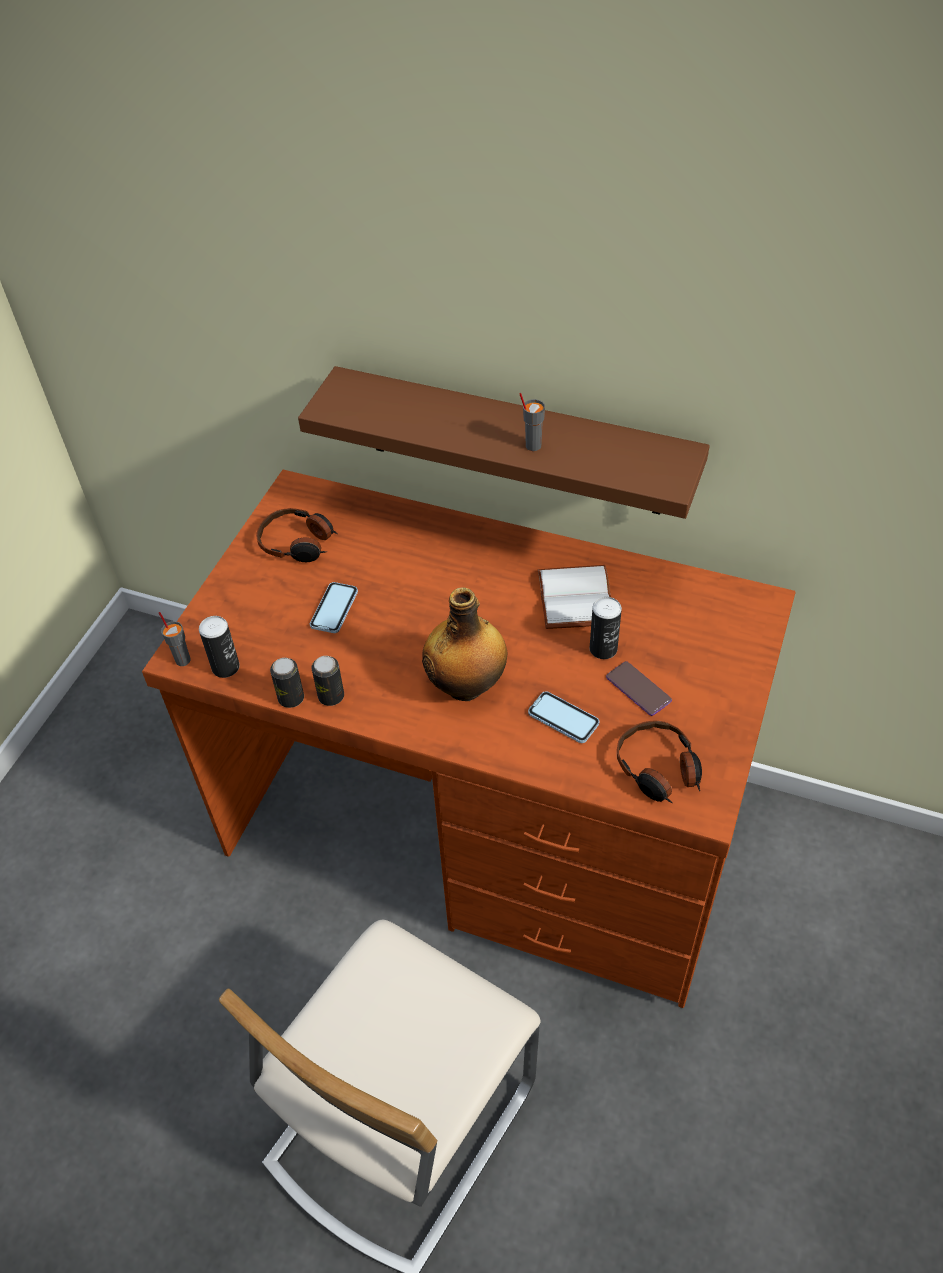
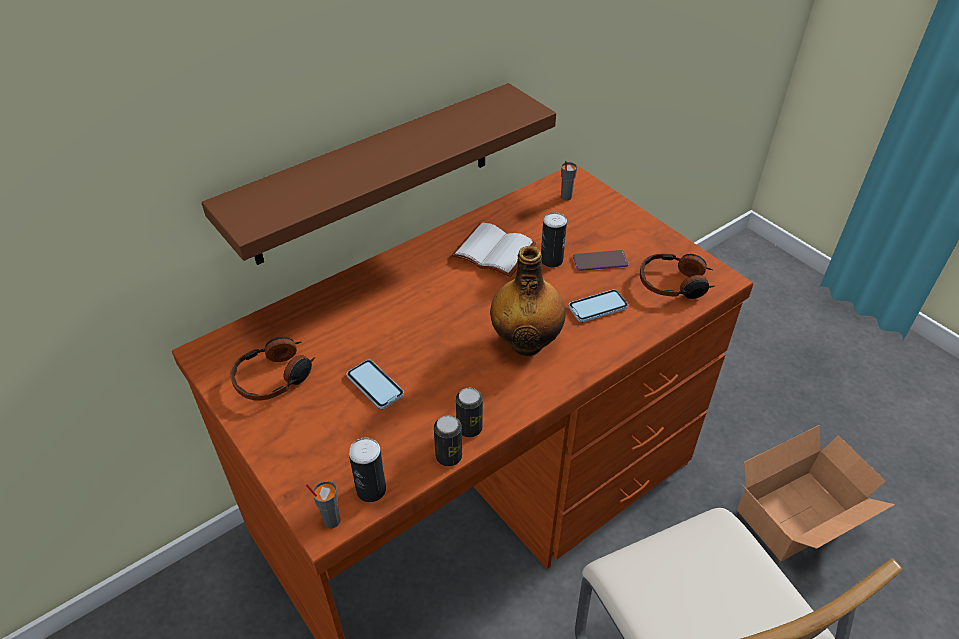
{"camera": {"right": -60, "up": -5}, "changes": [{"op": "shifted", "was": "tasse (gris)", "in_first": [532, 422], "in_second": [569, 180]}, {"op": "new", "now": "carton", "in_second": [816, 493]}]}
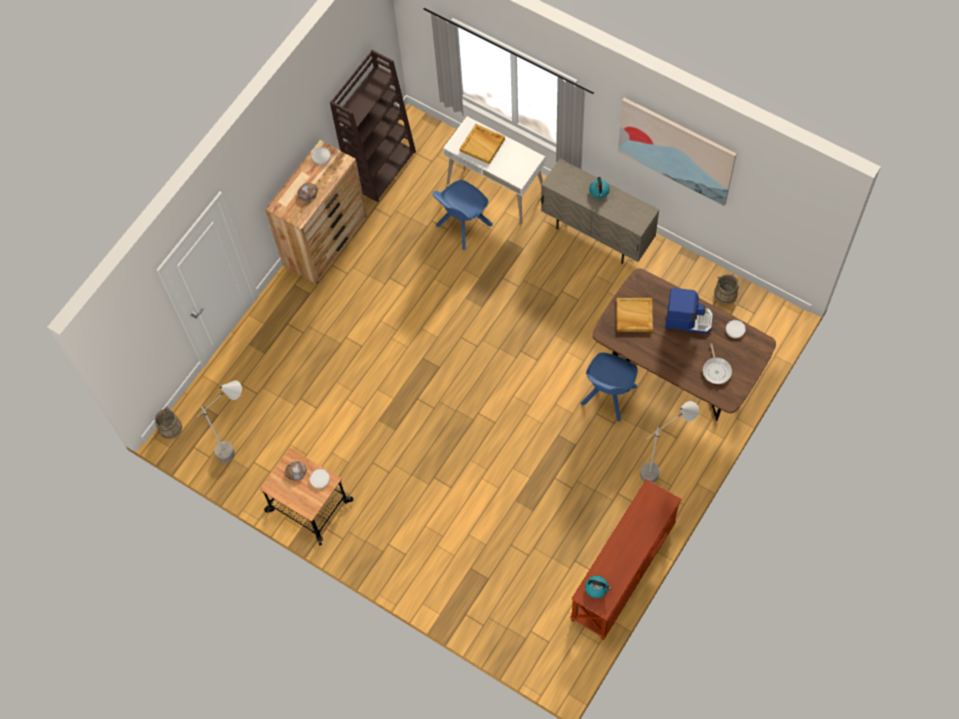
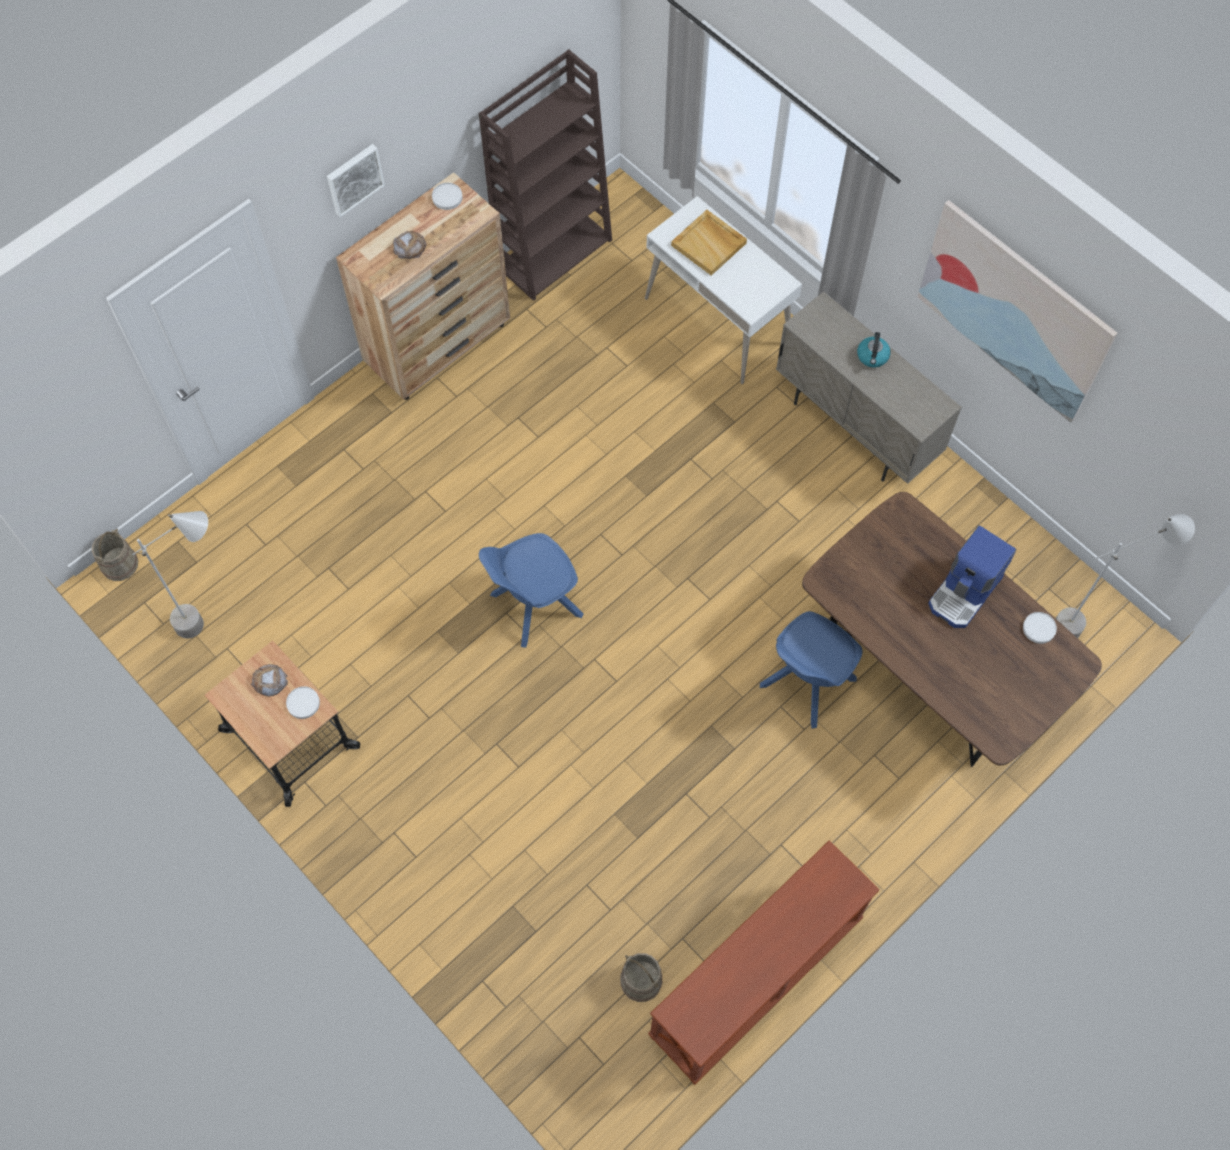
{"camera": {"right": 10, "up": 0}, "changes": [{"op": "shifted", "was": "chaise (bleu)", "in_first": [463, 215], "in_second": [531, 590]}, {"op": "shifted", "was": "seau (beige)", "in_first": [727, 289], "in_second": [641, 977]}, {"op": "rotated", "was": "machine à café", "in_first": [689, 311], "in_second": [972, 576], "clockwise": 105}, {"op": "gone", "was": "plateau (beige)", "in_first": [634, 315]}, {"op": "gone", "was": "poêle", "in_first": [717, 363]}, {"op": "shifted", "was": "lampadaire (gris)", "in_first": [669, 442], "in_second": [1125, 576]}, {"op": "gone", "was": "bouilloire", "in_first": [598, 587]}, {"op": "new", "now": "tableau", "in_second": [356, 181]}]}
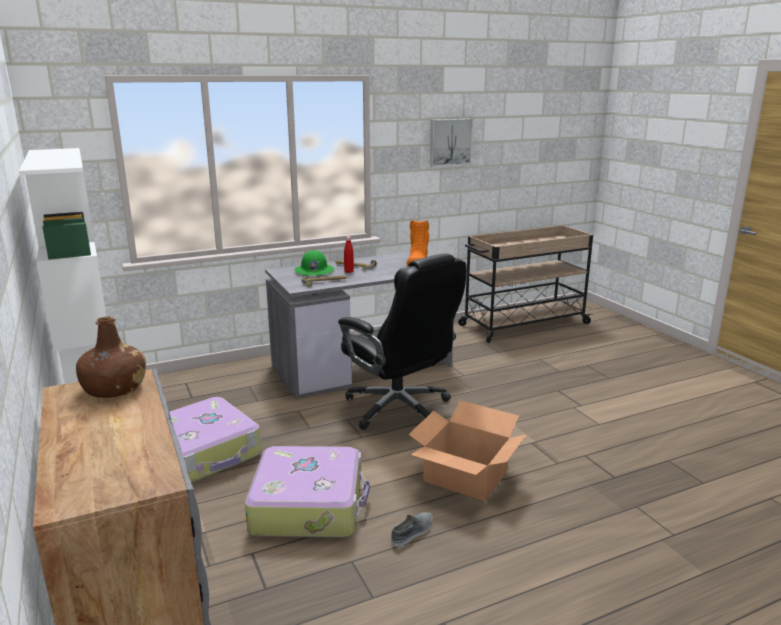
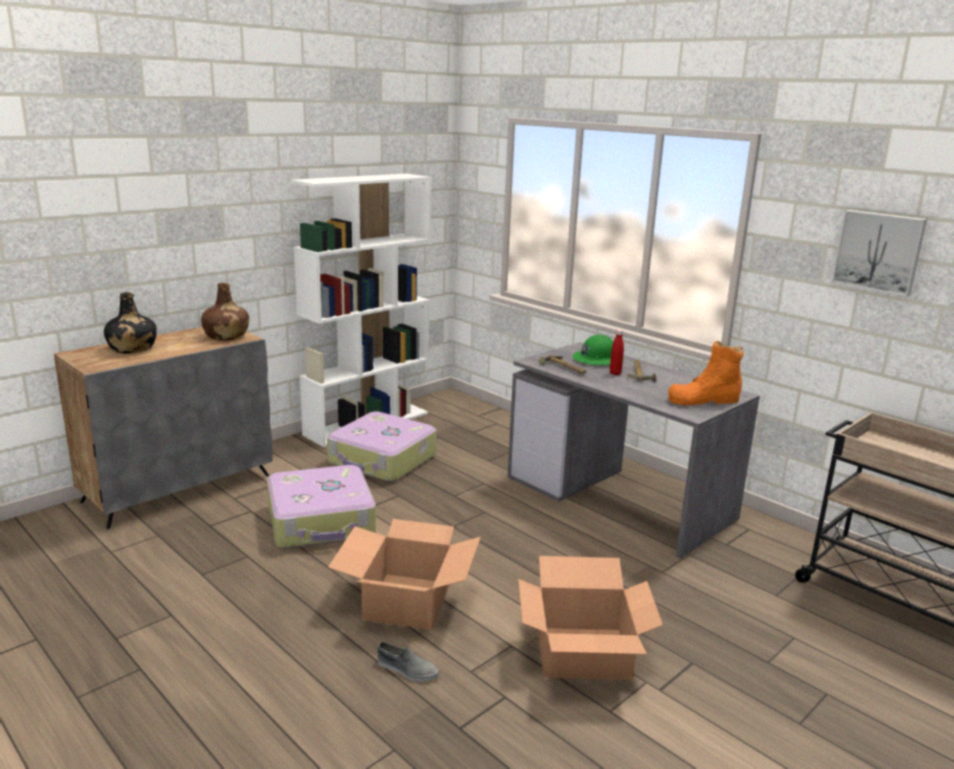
{"camera": {"right": 70, "up": 0}, "changes": [{"op": "gone", "was": "chaise de bureau (noir)", "in_first": [402, 341]}, {"op": "shifted", "was": "chaussure (gris)", "in_first": [412, 529], "in_second": [408, 662]}, {"op": "new", "now": "bouteille (noir)", "in_second": [130, 322]}, {"op": "new", "now": "carton", "in_second": [590, 618]}]}
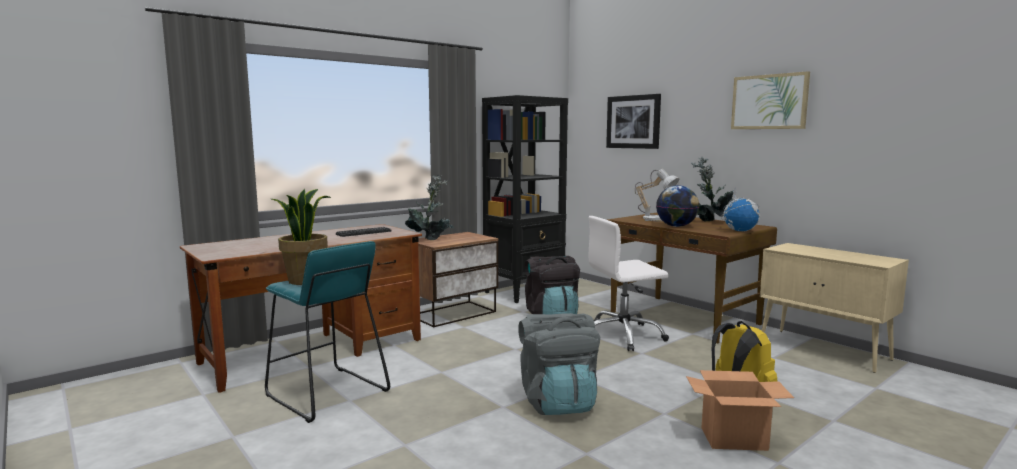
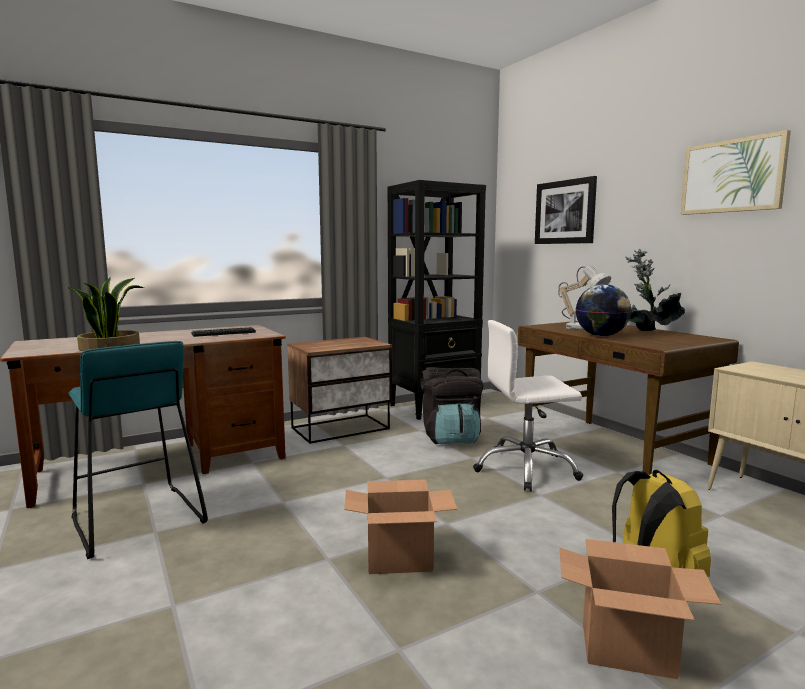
{"camera": {"right": 10, "up": 0}, "changes": [{"op": "gone", "was": "plante en pot", "in_first": [429, 207]}, {"op": "gone", "was": "globe", "in_first": [740, 209]}, {"op": "swapped", "was": "sac à dos (gris)", "now": "carton", "in_first": [559, 364], "in_second": [400, 527]}]}
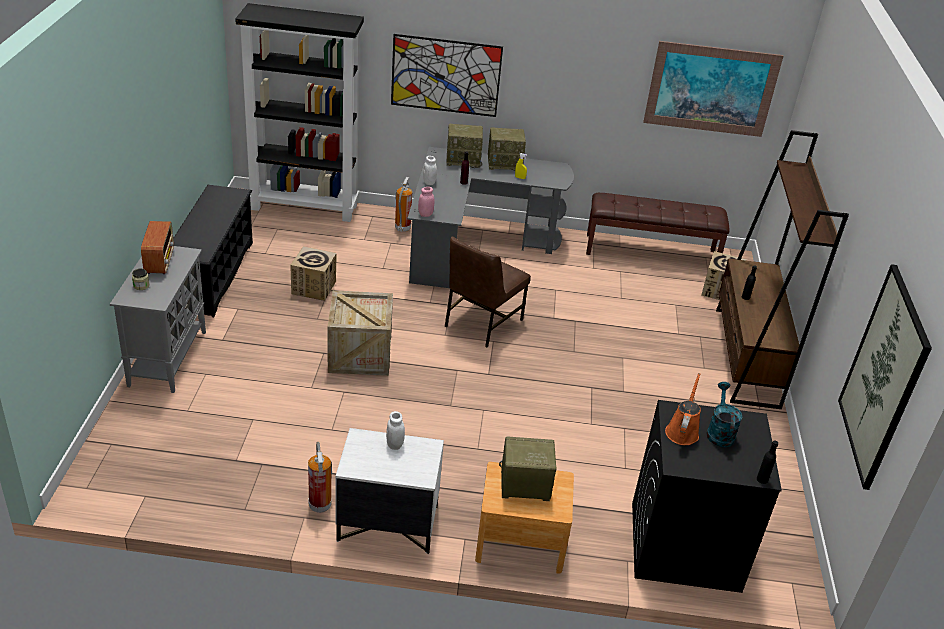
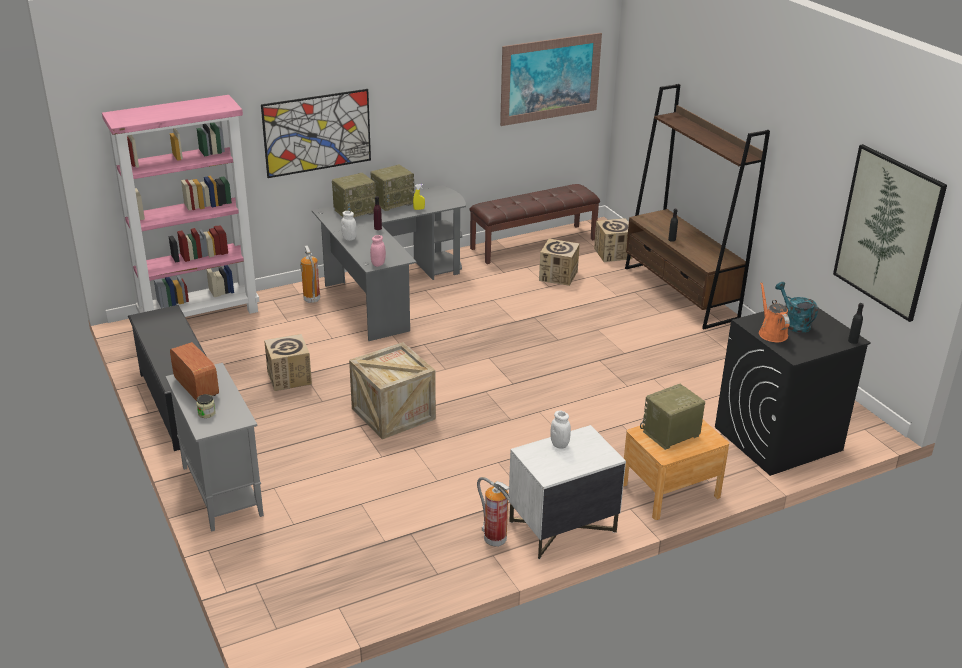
{"camera": {"right": -30, "up": -5}, "changes": [{"op": "repainted", "was": "bibliothèque (noir)", "now": "bibliothèque (rose)", "in_first": [299, 112], "in_second": [181, 206]}, {"op": "gone", "was": "chaise (marron)", "in_first": [487, 292]}, {"op": "new", "now": "carton", "in_second": [559, 262]}]}
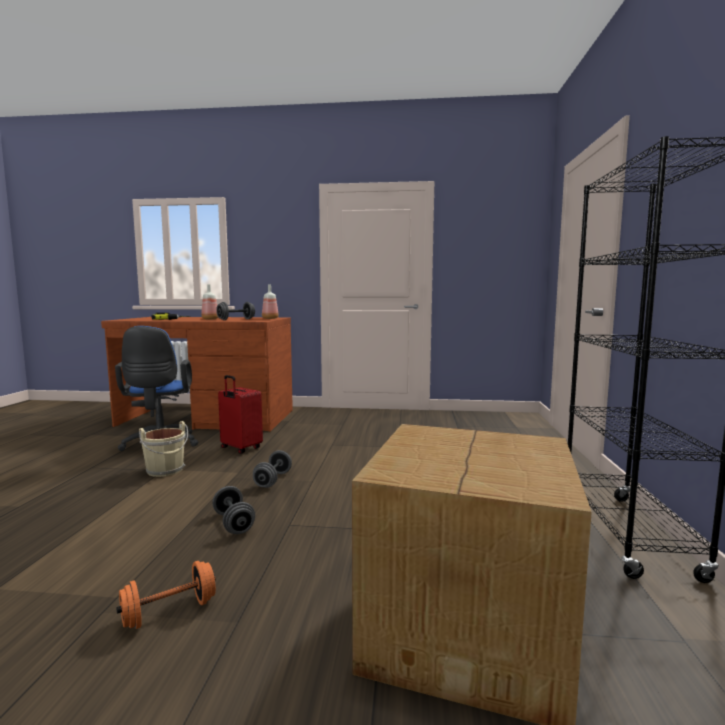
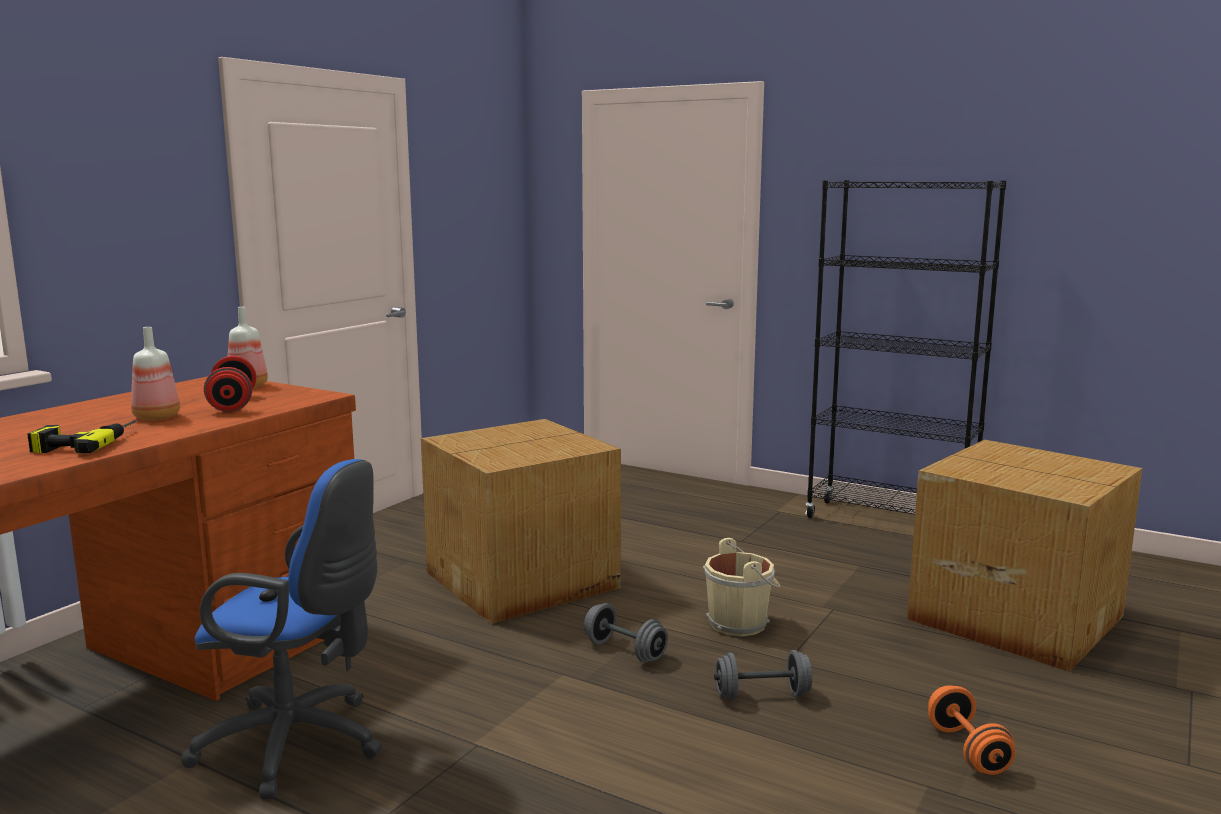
{"camera": {"right": -65, "up": 5}, "changes": [{"op": "repainted", "was": "haltère (gris)", "now": "haltère (rouge)", "in_first": [235, 311], "in_second": [230, 384]}, {"op": "gone", "was": "valise (rouge)", "in_first": [240, 414]}, {"op": "shifted", "was": "seau (beige)", "in_first": [163, 449], "in_second": [741, 587]}, {"op": "new", "now": "carton", "in_second": [521, 521]}]}
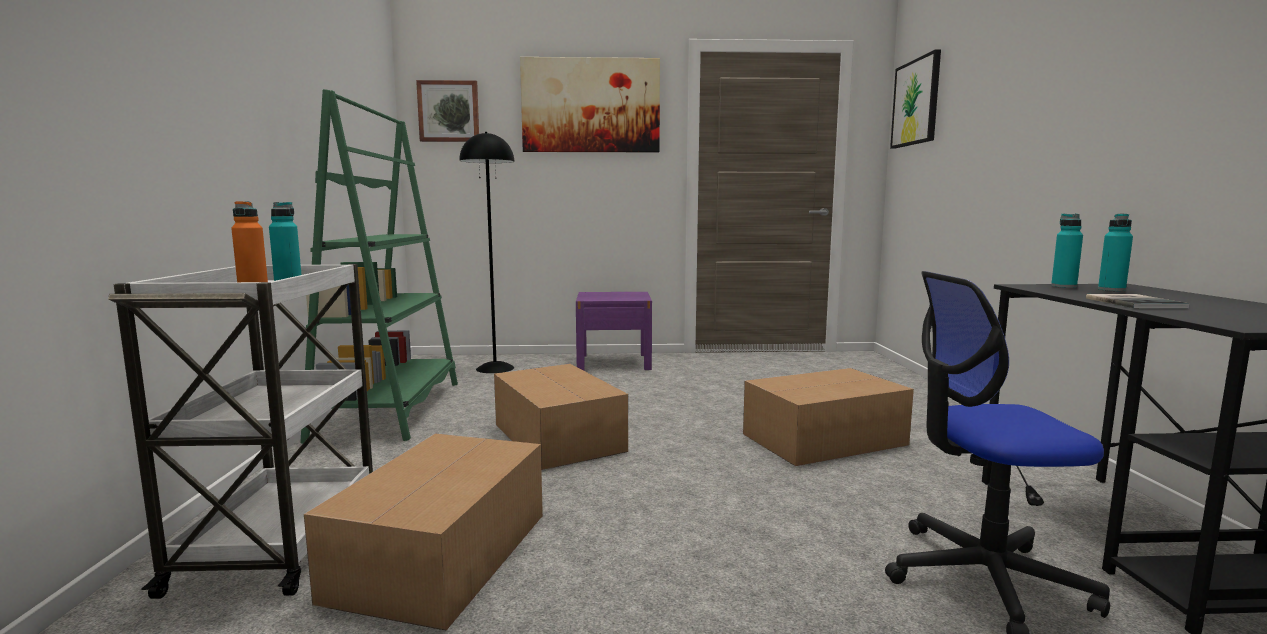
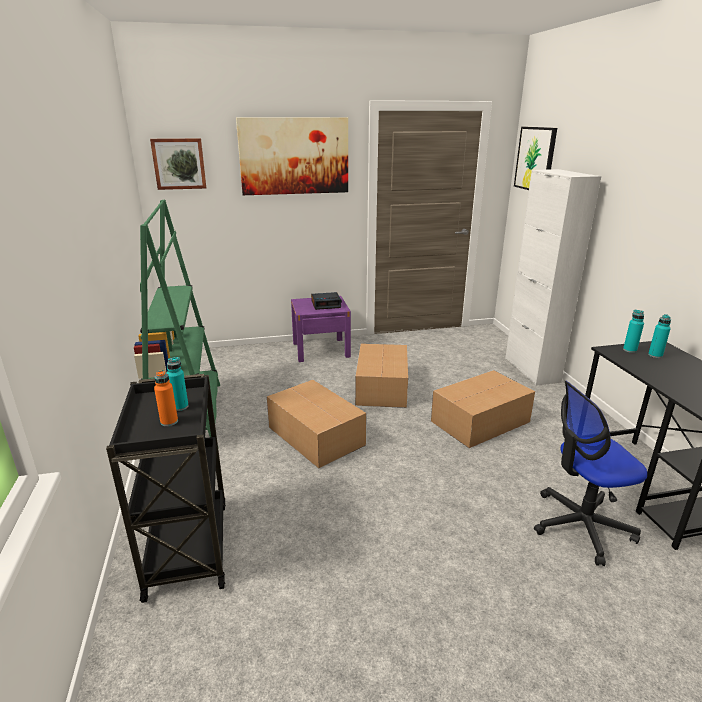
{"camera": {"right": -10, "up": 15}, "changes": [{"op": "gone", "was": "lampadaire (noir)", "in_first": [486, 252]}, {"op": "repainted", "was": "chariot (blanc)", "now": "chariot (noir)", "in_first": [240, 431], "in_second": [166, 488]}, {"op": "gone", "was": "livre", "in_first": [1137, 301]}, {"op": "shifted", "was": "carton", "in_first": [423, 531], "in_second": [381, 376]}, {"op": "new", "now": "meuble de rangement (blanc)", "in_second": [553, 277]}, {"op": "new", "now": "réveil", "in_second": [326, 301]}]}
